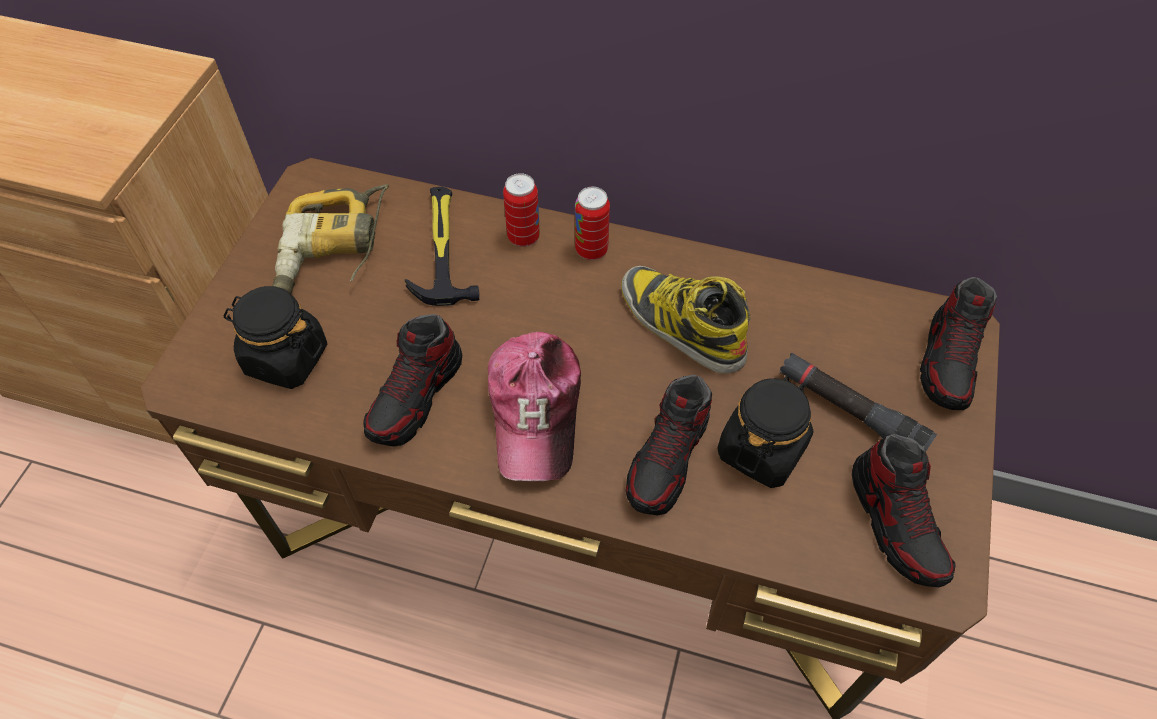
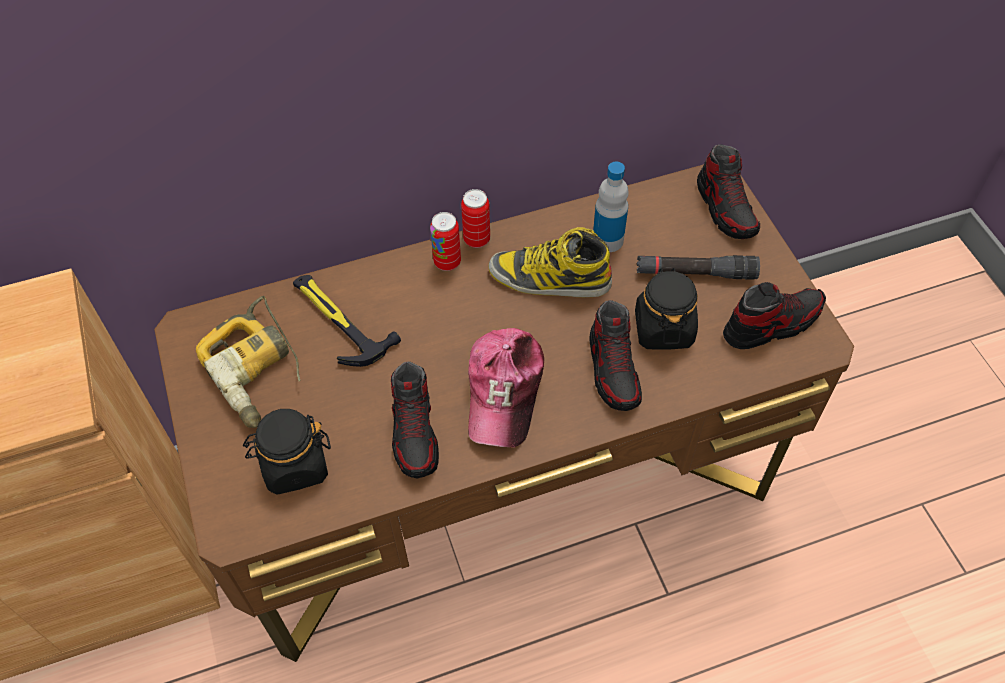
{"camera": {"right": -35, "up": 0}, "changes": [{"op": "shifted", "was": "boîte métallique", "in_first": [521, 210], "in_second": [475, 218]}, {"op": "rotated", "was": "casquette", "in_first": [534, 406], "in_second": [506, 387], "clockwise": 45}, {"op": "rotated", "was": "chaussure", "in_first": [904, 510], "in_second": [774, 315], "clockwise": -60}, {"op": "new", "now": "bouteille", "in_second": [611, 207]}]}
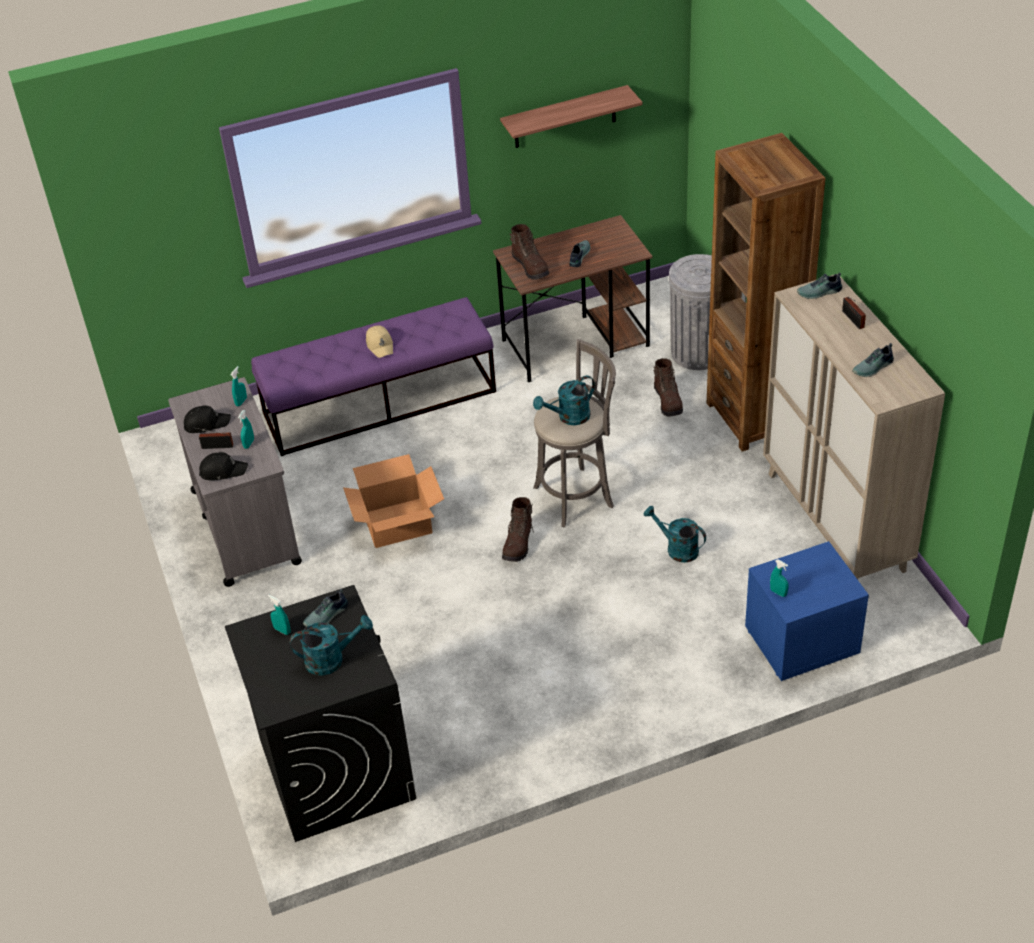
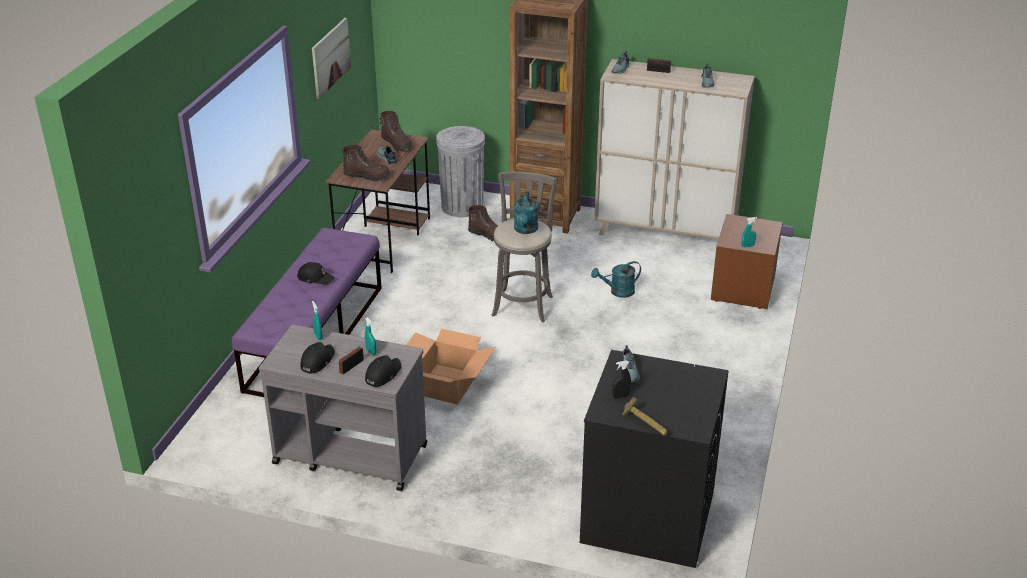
{"camera": {"right": -55, "up": -10}, "changes": [{"op": "swapped", "was": "étagère", "now": "tableau", "in_first": [571, 116], "in_second": [331, 58]}, {"op": "repainted", "was": "casquette (beige)", "now": "casquette (noir)", "in_first": [379, 341], "in_second": [316, 273]}, {"op": "shifted", "was": "botte (marron)", "in_first": [518, 529], "in_second": [396, 131]}, {"op": "repainted", "was": "table de chevet (bleu)", "now": "table de chevet (marron)", "in_first": [807, 611], "in_second": [747, 261]}, {"op": "repainted", "was": "vaporisateur (turquoise)", "now": "vaporisateur (noir)", "in_first": [279, 615], "in_second": [621, 379]}, {"op": "gone", "was": "arrosoir (turquoise)", "in_first": [331, 645]}, {"op": "new", "now": "marteau", "in_second": [645, 416]}]}
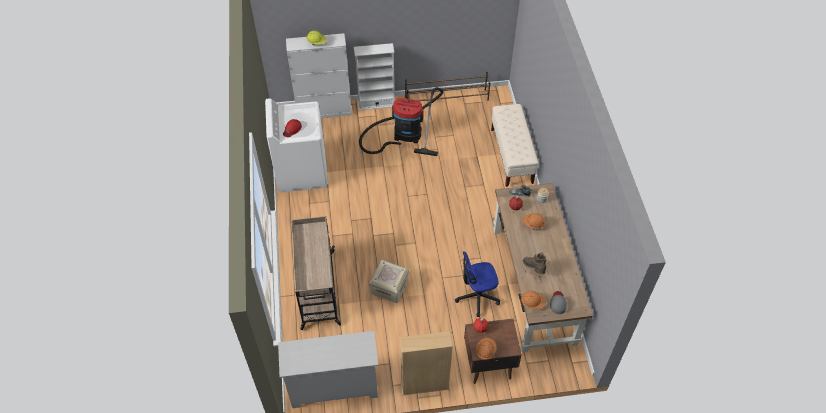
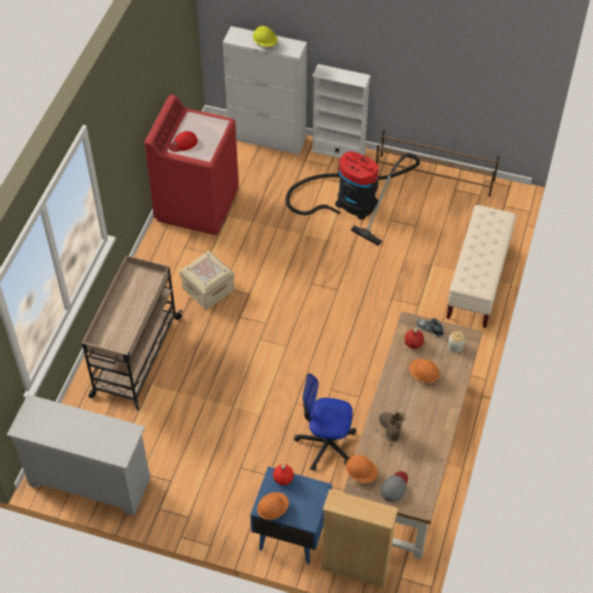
{"camera": {"right": 25, "up": 0}, "changes": [{"op": "repainted", "was": "lave-linge (blanc)", "now": "lave-linge (rouge)", "in_first": [296, 145], "in_second": [191, 165]}, {"op": "shifted", "was": "boîte de rangement (beige)", "in_first": [389, 281], "in_second": [207, 280]}, {"op": "repainted", "was": "table de chevet (marron)", "now": "table de chevet (bleu)", "in_first": [493, 351], "in_second": [291, 515]}, {"op": "shifted", "was": "bibliothèque (beige)", "in_first": [426, 363], "in_second": [360, 538]}]}
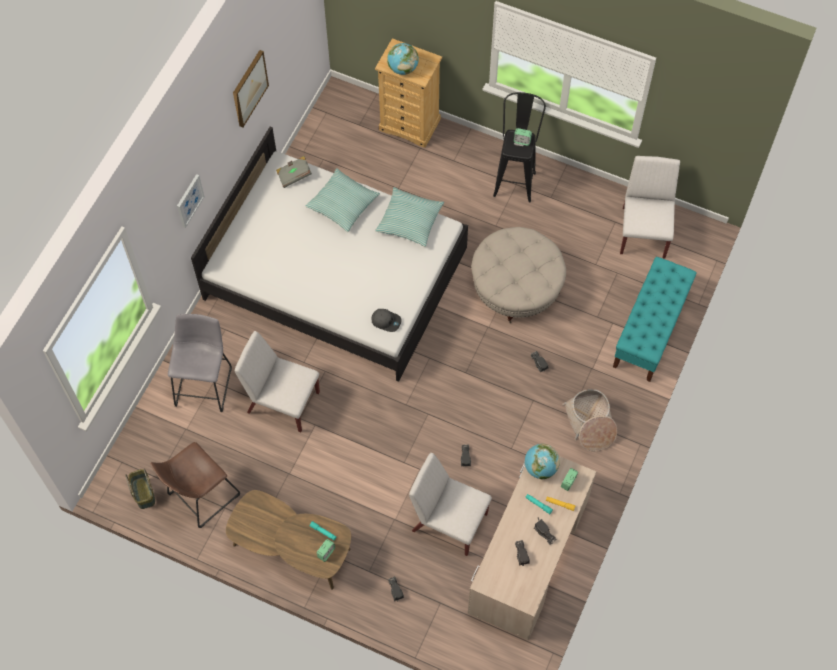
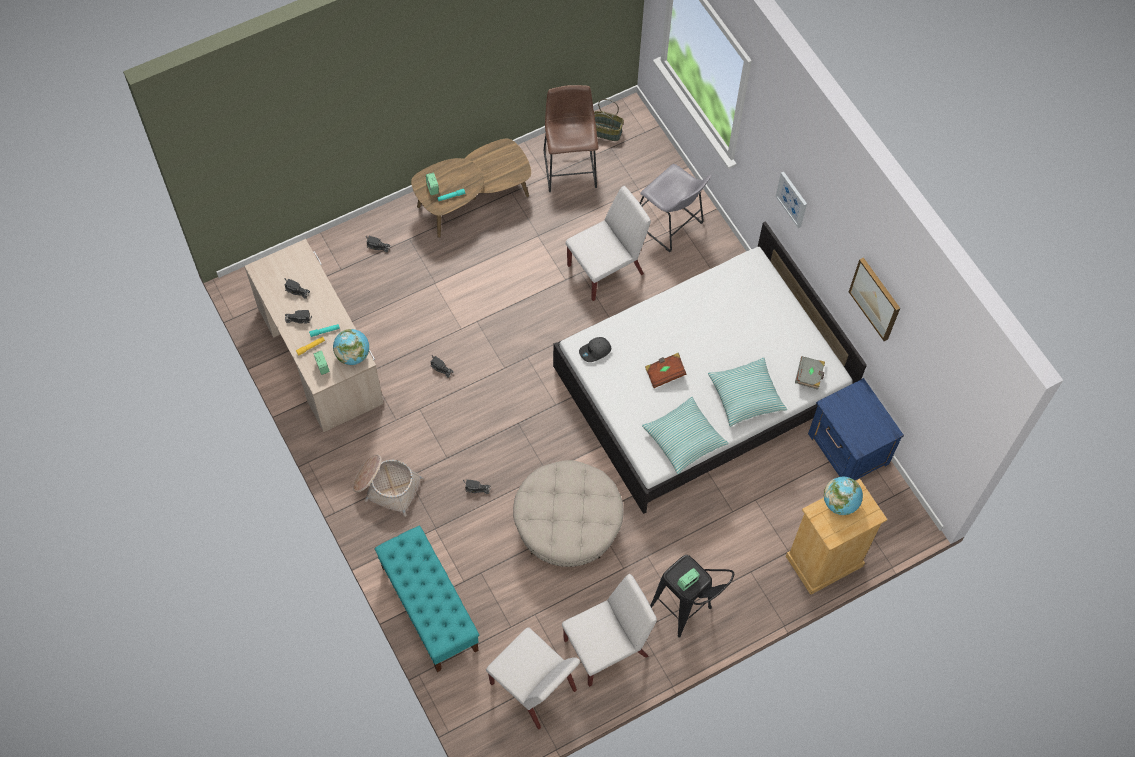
{"camera": {"right": 125, "up": 0}, "changes": [{"op": "shifted", "was": "chaise (blanc)", "in_first": [450, 504], "in_second": [609, 630]}, {"op": "new", "now": "livre (marron)", "in_second": [666, 370]}, {"op": "new", "now": "table de chevet (bleu)", "in_second": [856, 429]}]}
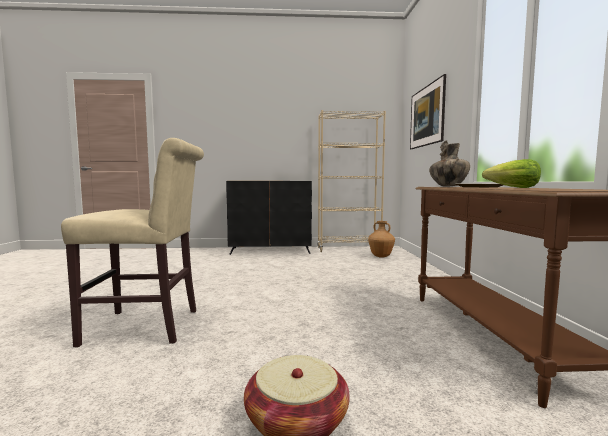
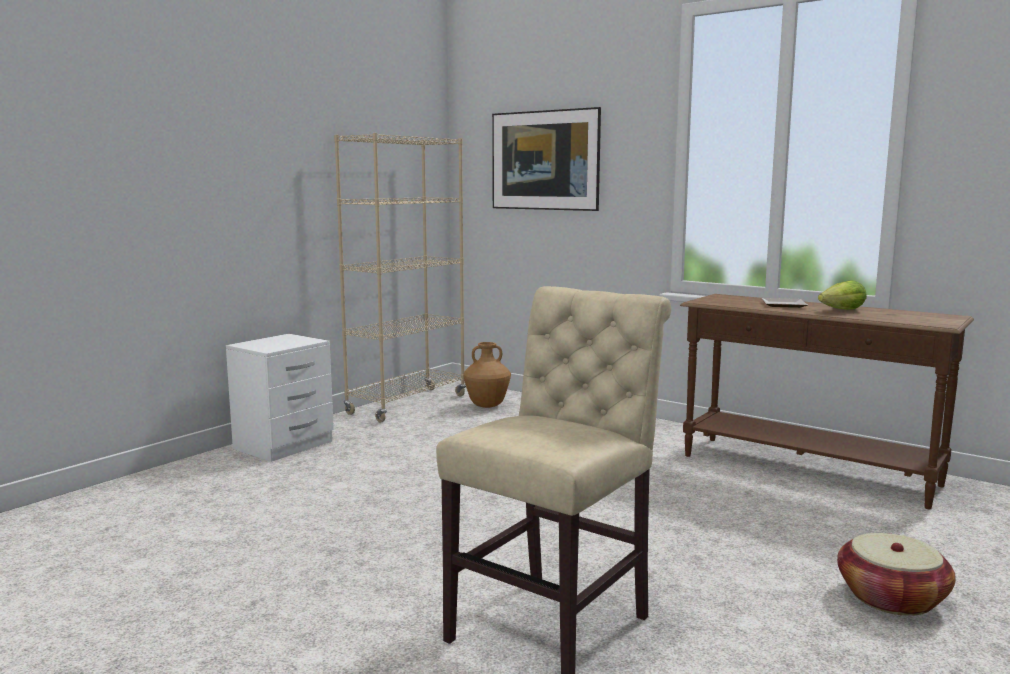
{"camera": {"right": -50, "up": 5}, "changes": [{"op": "gone", "was": "vase", "in_first": [449, 163]}, {"op": "swapped", "was": "meuble de rangement (noir)", "now": "table de chevet (blanc)", "in_first": [269, 218], "in_second": [280, 398]}]}
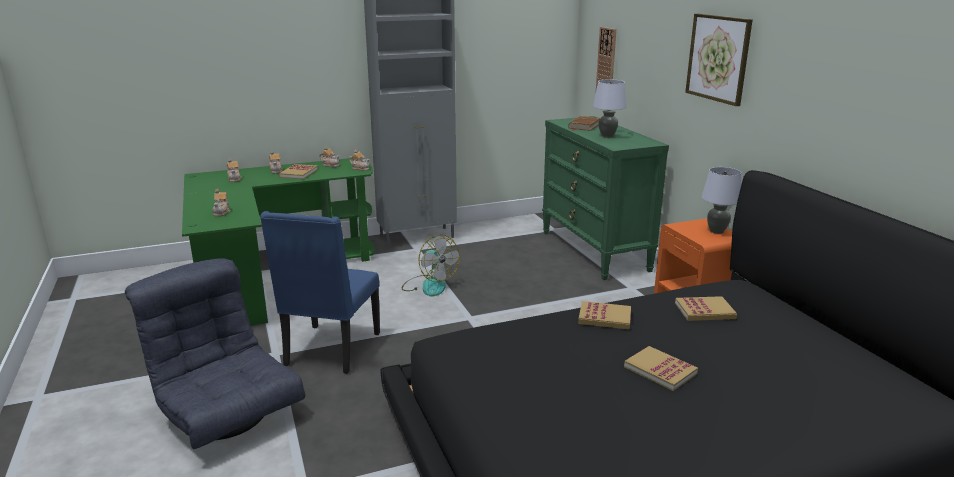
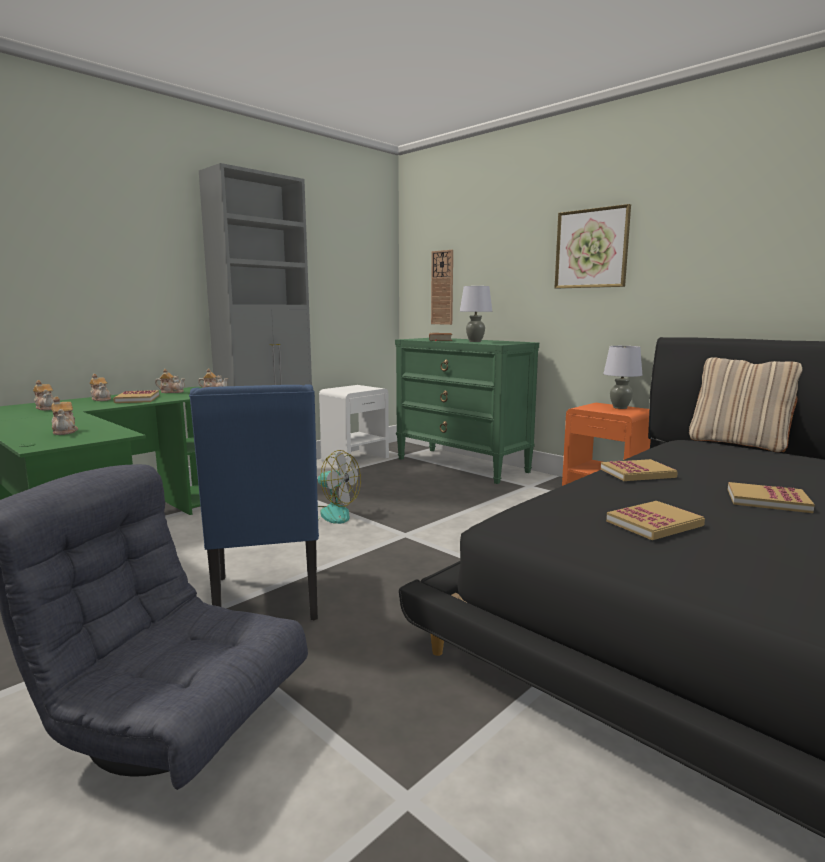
{"camera": {"right": -25, "up": -10}, "changes": [{"op": "shifted", "was": "livre", "in_first": [706, 308], "in_second": [655, 520]}, {"op": "new", "now": "coussin (beige)", "in_second": [745, 404]}, {"op": "new", "now": "table de chevet (blanc)", "in_second": [354, 426]}]}
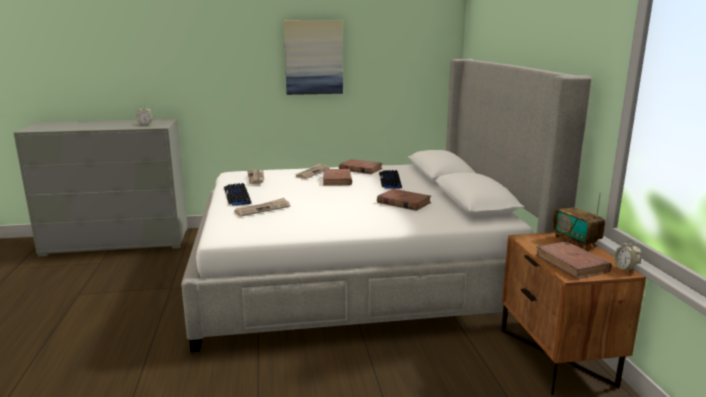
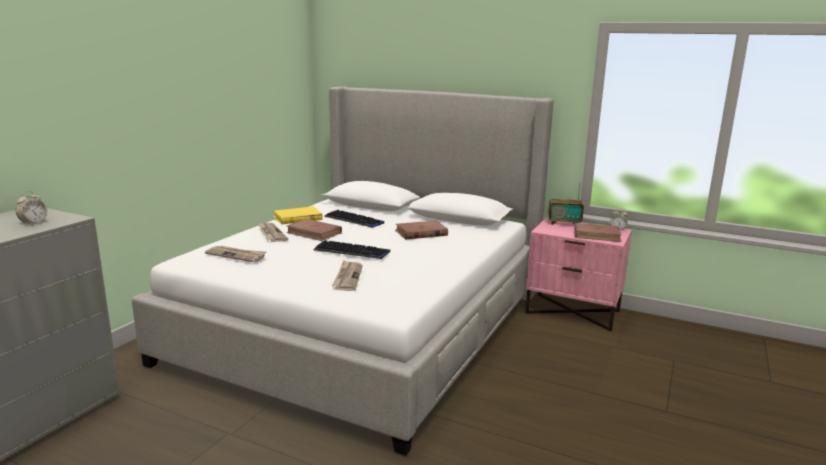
{"camera": {"right": -55, "up": 0}, "changes": [{"op": "gone", "was": "tableau", "in_first": [313, 57]}, {"op": "repainted", "was": "livre (marron)", "now": "livre (jaune)", "in_first": [361, 166], "in_second": [298, 215]}, {"op": "shifted", "was": "clavier", "in_first": [237, 194], "in_second": [352, 249]}, {"op": "repainted", "was": "table de chevet (marron)", "now": "table de chevet (rose)", "in_first": [573, 313], "in_second": [578, 274]}]}
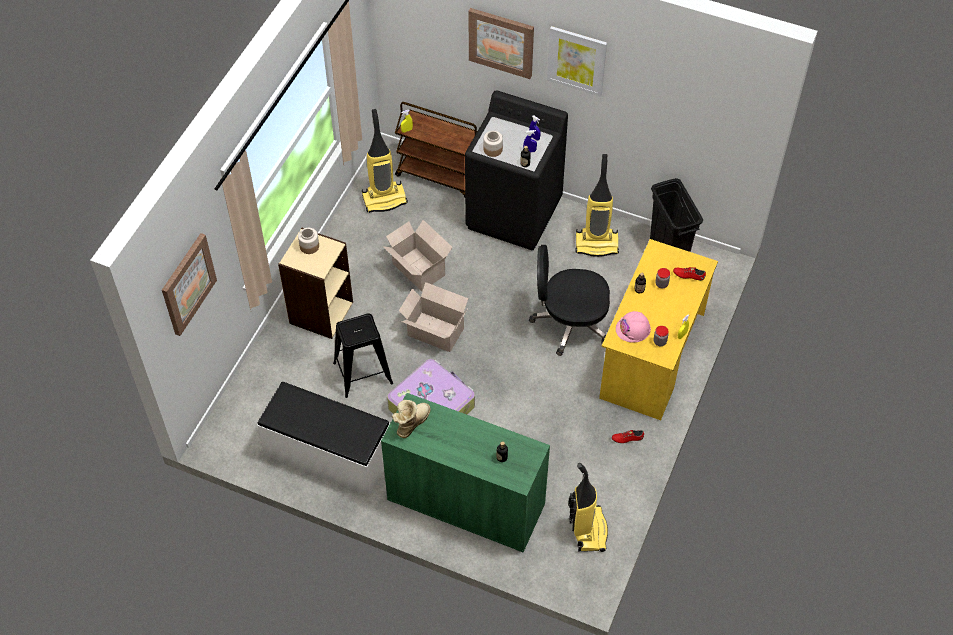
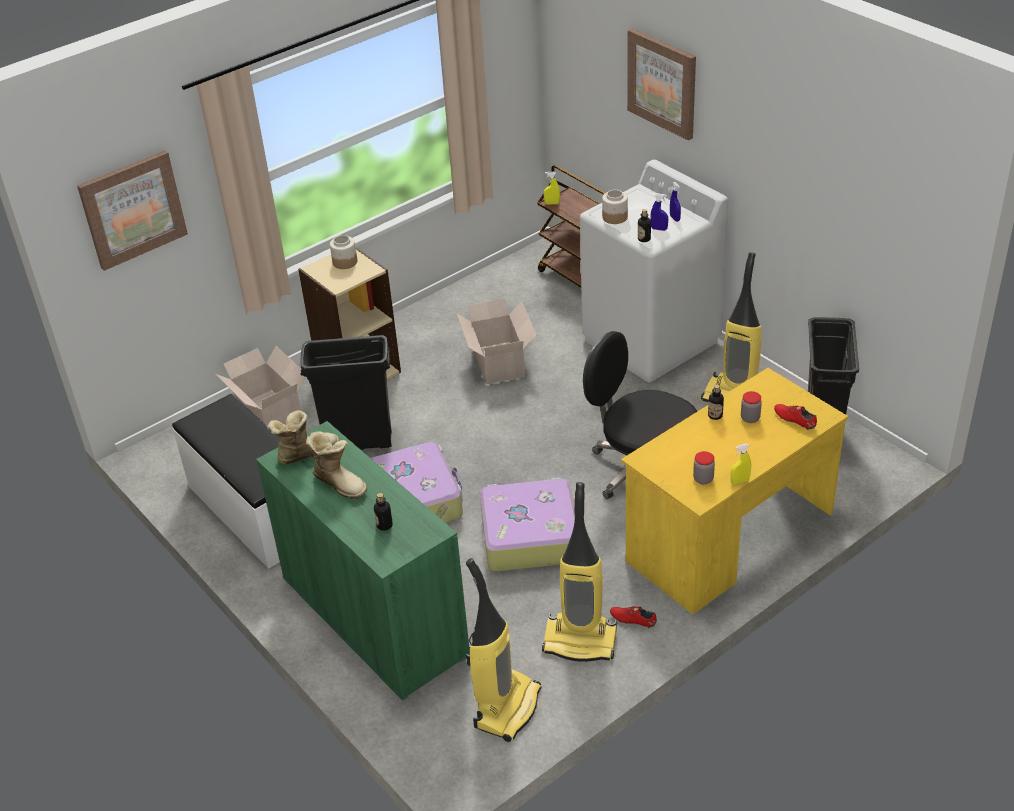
{"camera": {"right": 30, "up": -15}, "changes": [{"op": "gone", "was": "tableau", "in_first": [577, 61]}, {"op": "repainted", "was": "lave-linge (noir)", "now": "lave-linge (blanc)", "in_first": [516, 170], "in_second": [654, 271]}, {"op": "shifted", "was": "aspirateur", "in_first": [385, 161], "in_second": [579, 572]}, {"op": "shifted", "was": "carton", "in_first": [433, 317], "in_second": [261, 385]}, {"op": "gone", "was": "casque de chantier (rose)", "in_first": [633, 327]}, {"op": "swapped", "was": "tabouret (noir)", "now": "poubelle (noir)", "in_first": [363, 356], "in_second": [346, 392]}, {"op": "new", "now": "botte", "in_second": [336, 465]}, {"op": "new", "now": "valise", "in_second": [527, 524]}]}
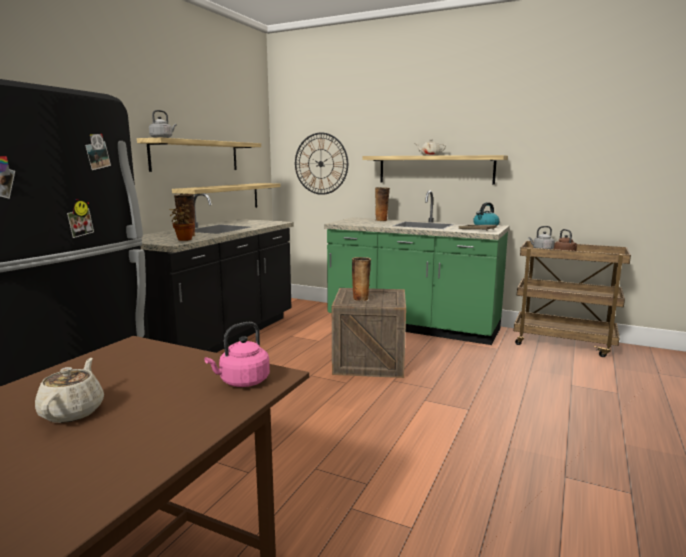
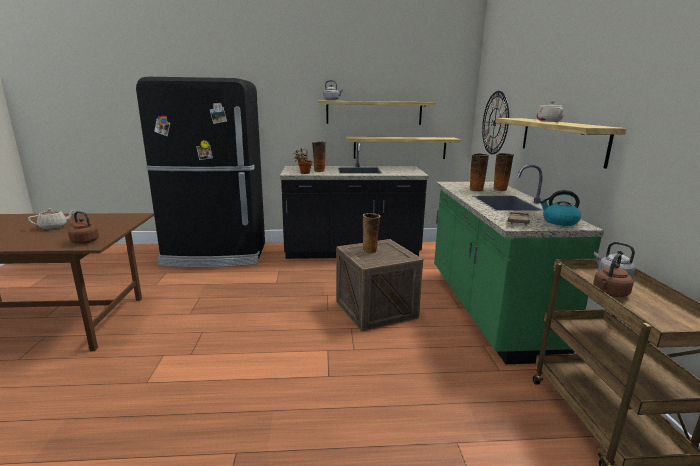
{"camera": {"right": 60, "up": 5}, "changes": [{"op": "repainted", "was": "bouilloire (rose)", "now": "bouilloire (marron)", "in_first": [237, 354], "in_second": [83, 227]}, {"op": "new", "now": "vase", "in_second": [479, 172]}]}
